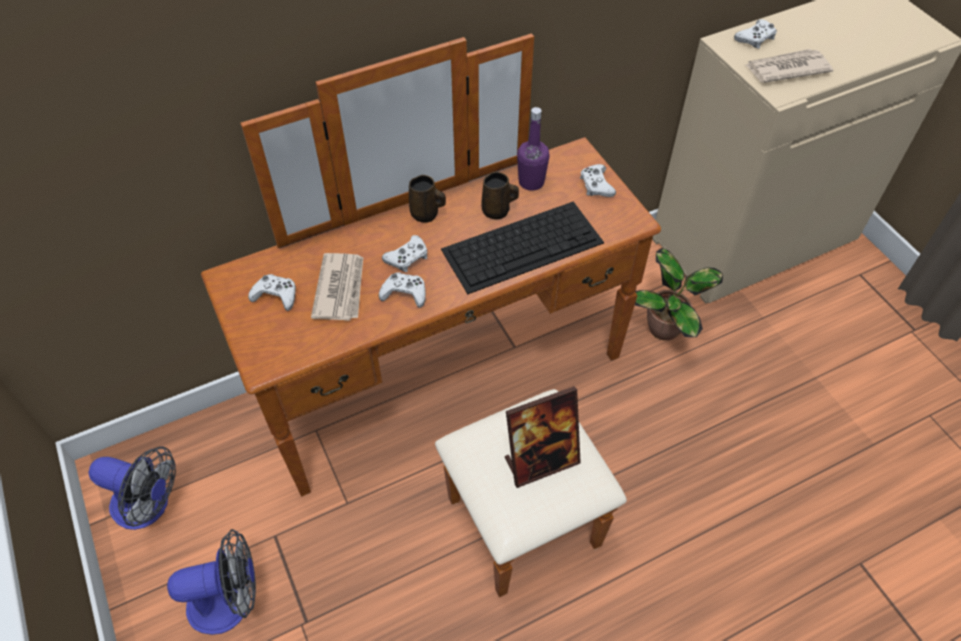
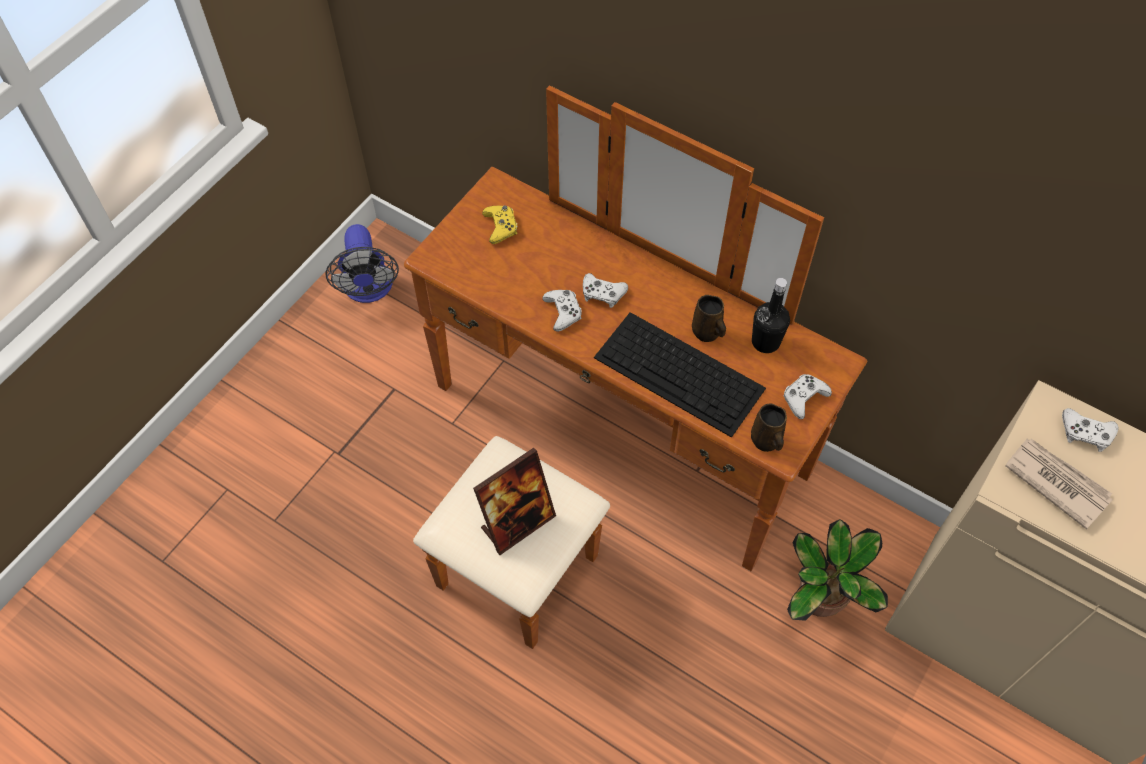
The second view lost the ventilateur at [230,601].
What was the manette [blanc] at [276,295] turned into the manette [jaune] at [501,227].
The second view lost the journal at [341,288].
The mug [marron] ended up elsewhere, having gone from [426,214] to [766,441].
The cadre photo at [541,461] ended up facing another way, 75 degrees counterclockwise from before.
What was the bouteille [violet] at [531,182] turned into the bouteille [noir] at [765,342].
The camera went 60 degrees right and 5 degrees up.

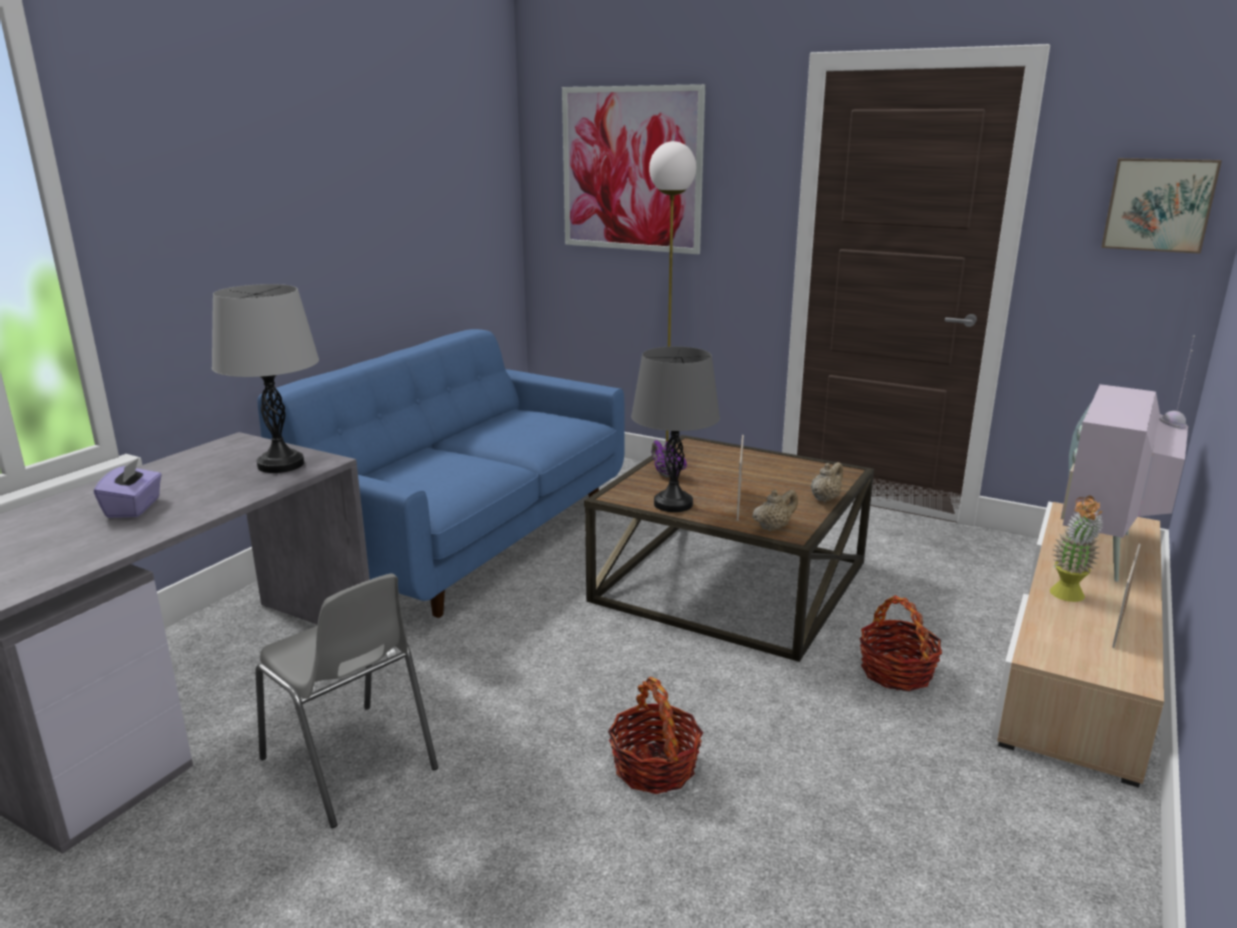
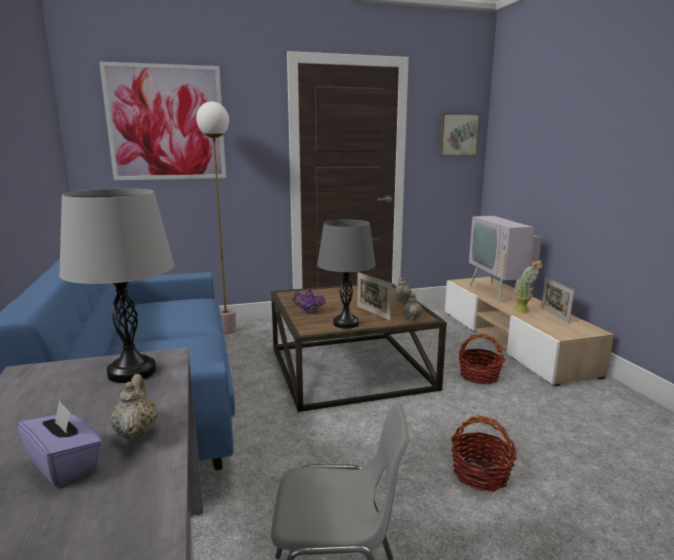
The second view gained the théière [beige] at [136,432].
The camera went 45 degrees left and 5 degrees down.

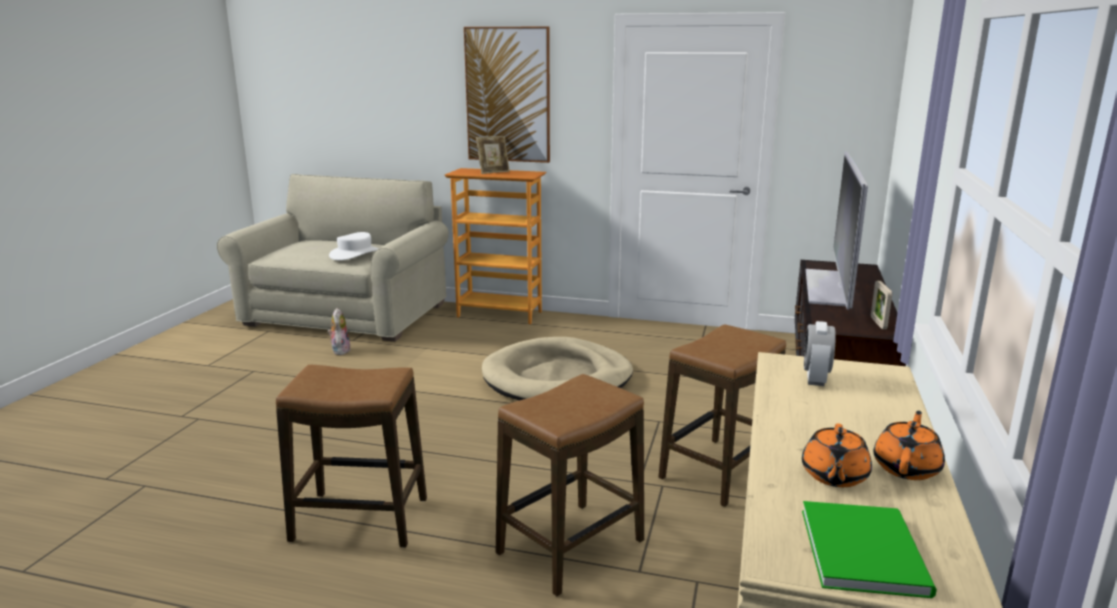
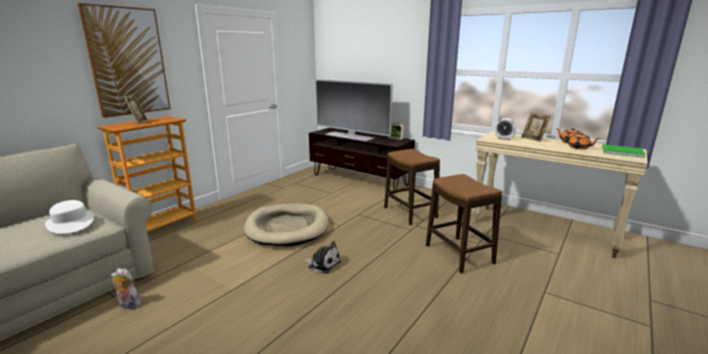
The second view lost the tabouret at [359,520].
The second view gained the peluche at [323,264].
The second view gained the cadre photo at [533,139].
The camera went 70 degrees left and 0 degrees up.

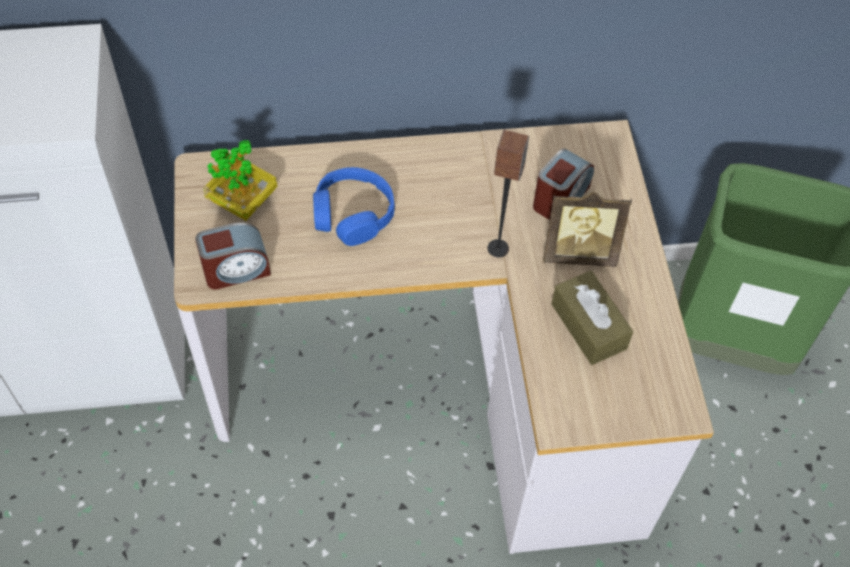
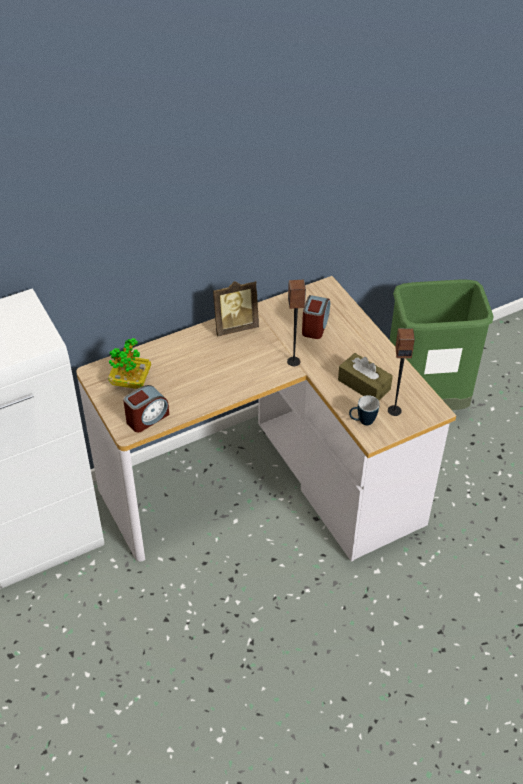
The second view lost the casque audio [bleu] at [352,214].
The cadre photo ended up elsewhere, having gone from [578,252] to [235,326].
The second view gained the mug at [362,421].
The second view gained the enceinte at [394,410].
The camera went 20 degrees left and 10 degrees down.

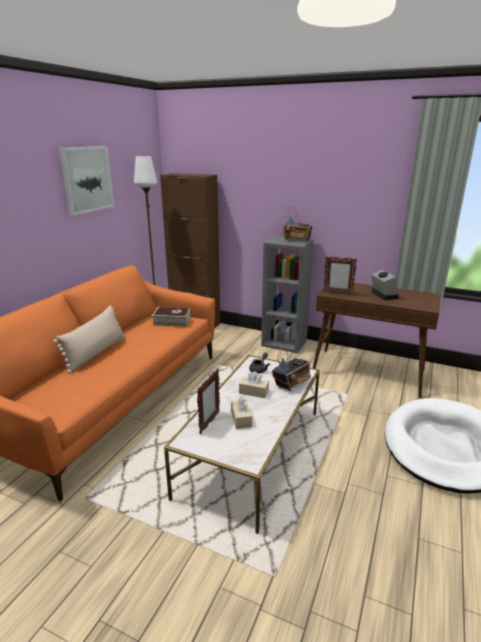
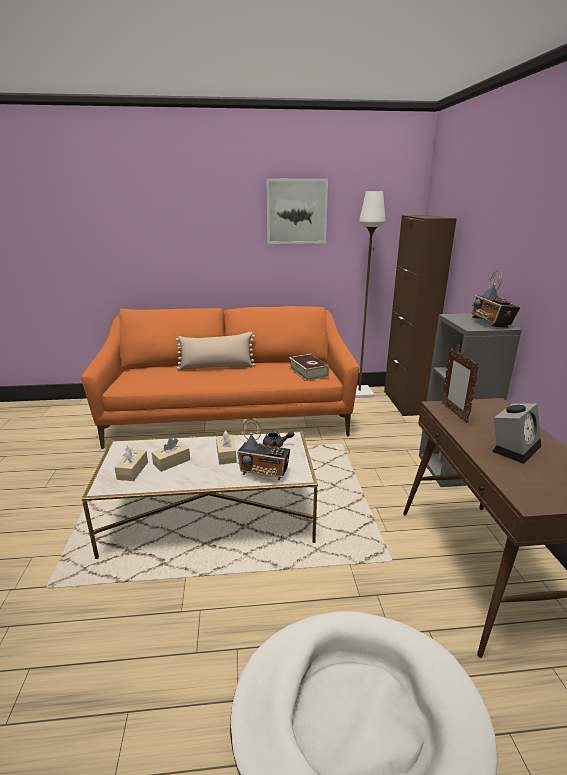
The second view lost the cadre photo at [209,423].
The second view gained the boîte à mouchoirs [beige] at [132,470].
The camera went 60 degrees right and 0 degrees up.

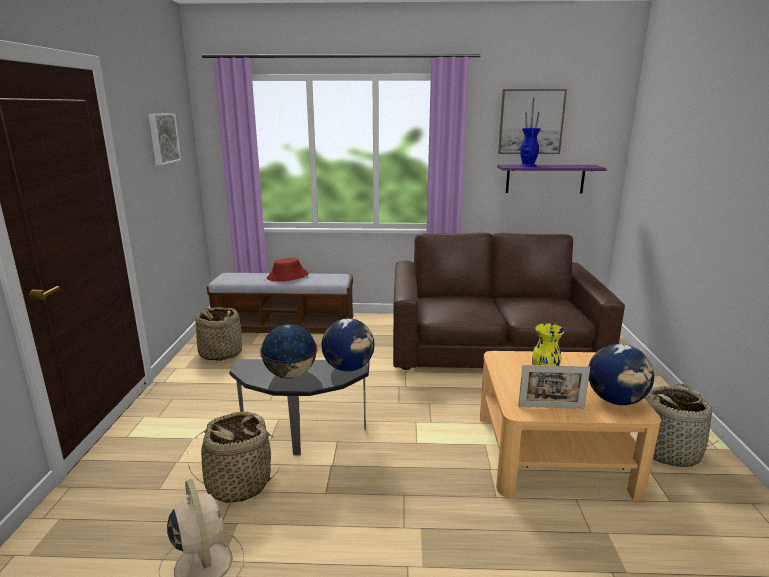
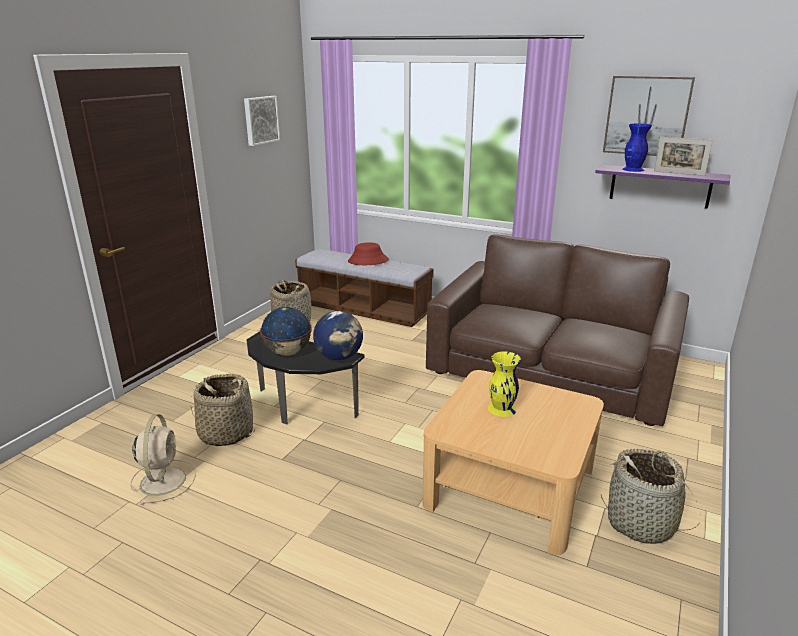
The cadre photo ended up elsewhere, having gone from [551,407] to [679,173].
The second view lost the globe at [616,400].
The camera went 25 degrees right and 5 degrees up.

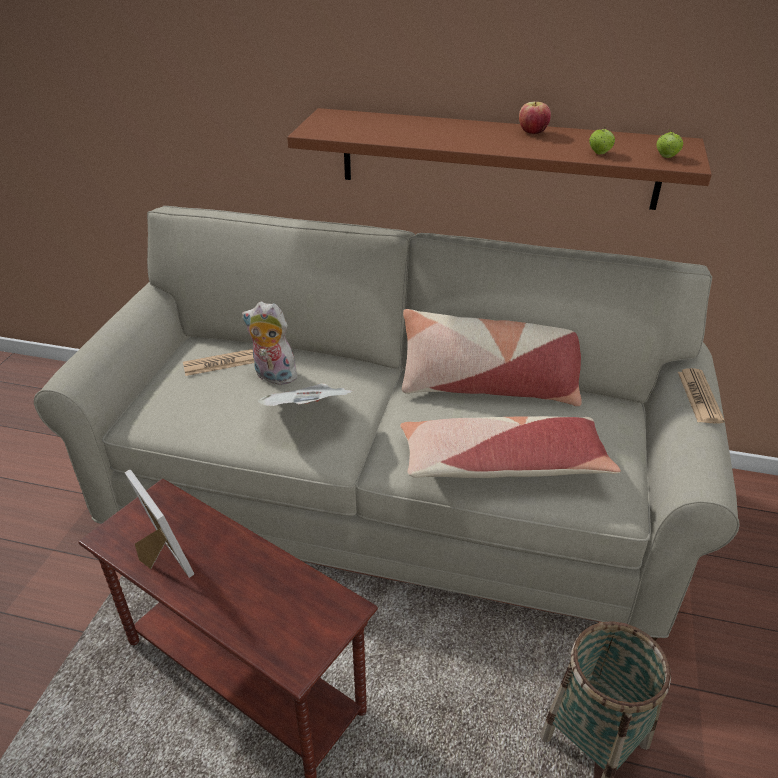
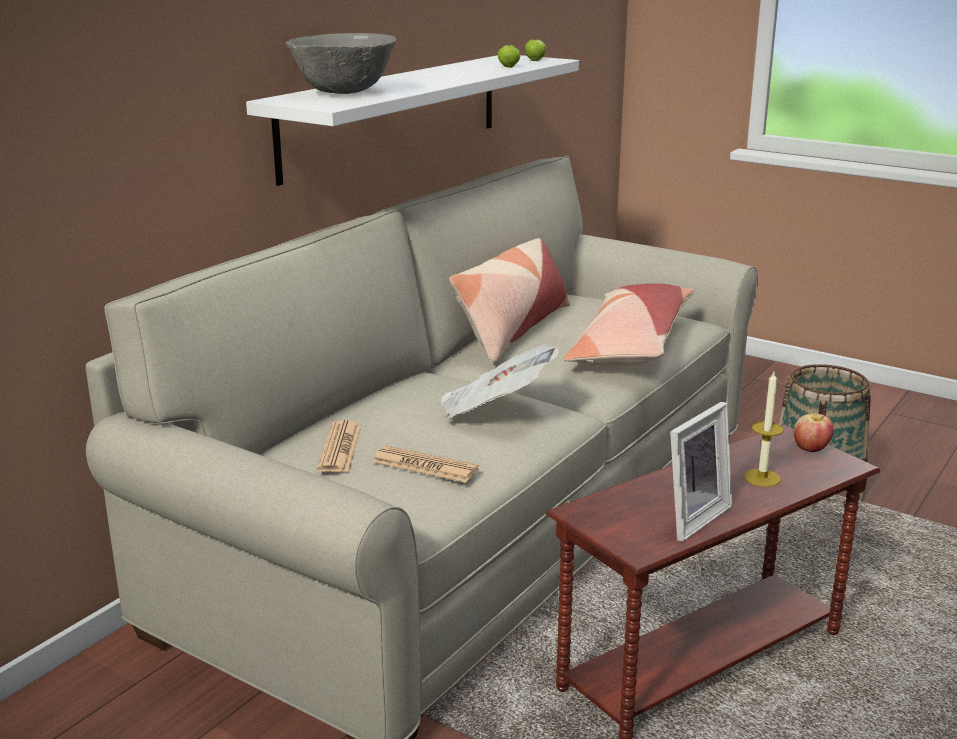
The cadre photo at [161,559] ended up facing another way, 150 degrees clockwise from before.
The second view lost the peluche at [273,376].
What was the étagère [marron] at [497,158] turned into the étagère [blanc] at [394,114].
The pomme ended up elsewhere, having gone from [532,132] to [811,449].
The journal ended up elsewhere, having gone from [699,397] to [425,466].
The second view gained the bol [gris] at [344,93].
The second view gained the bougie at [762,478].
The camera went 70 degrees left and 15 degrees down.

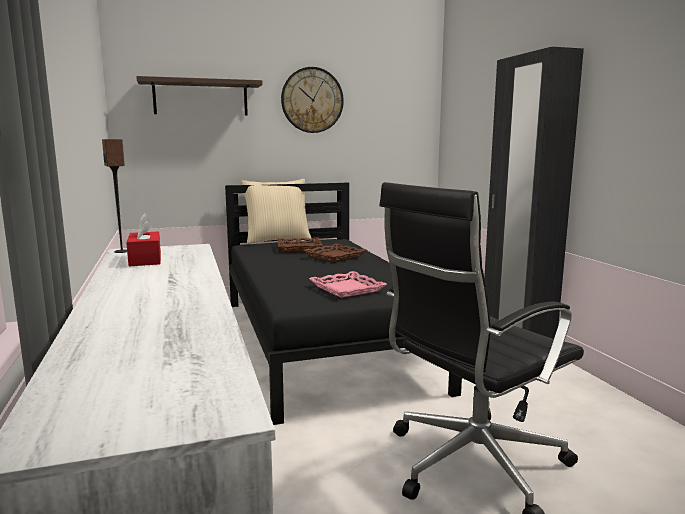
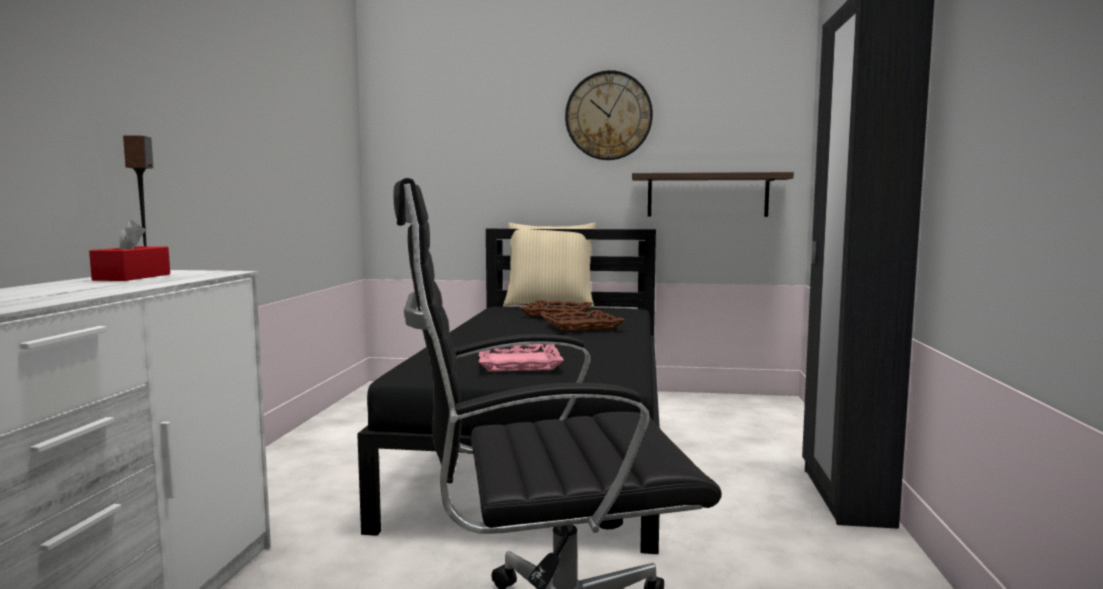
The étagère ended up elsewhere, having gone from [201,98] to [707,195].
The camera went 25 degrees right and 5 degrees down.

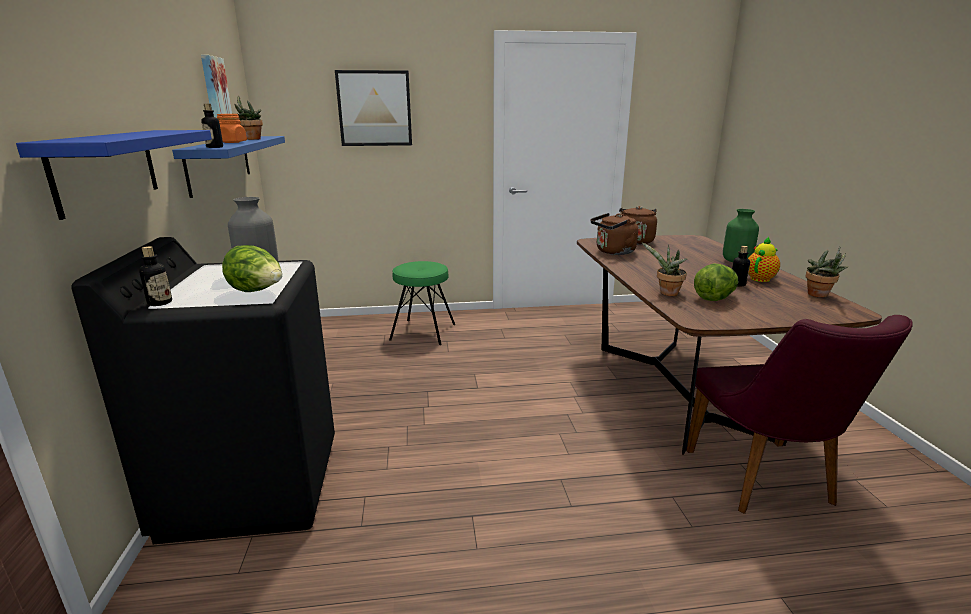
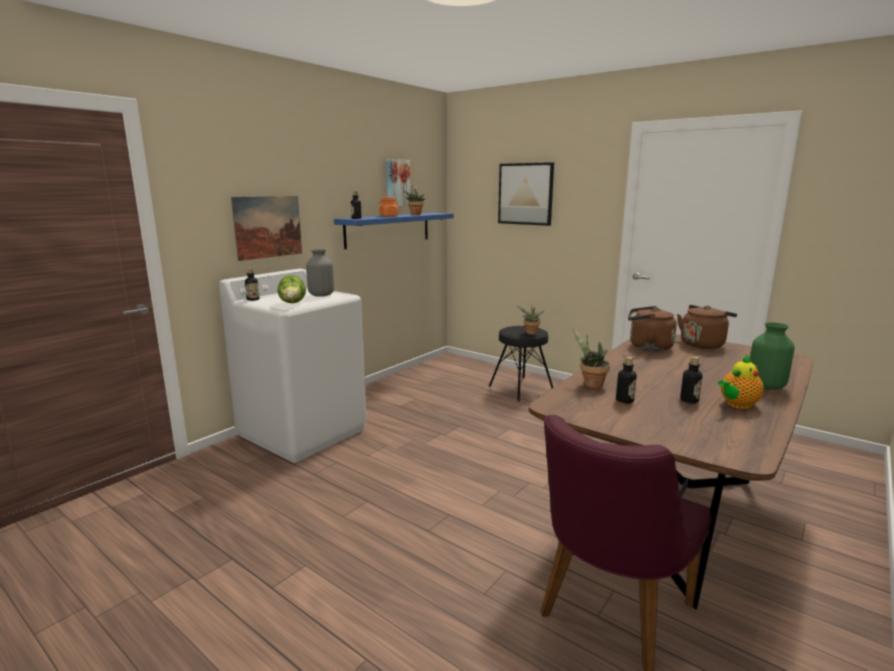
Where the étagère [bleu] hung at [107,169], the tableau came to hang at [268,227].
What was the lave-linge [noir] at [253,485] turned into the lave-linge [blanc] at [303,432].
What was the tabouret [vert] at [423,332] turned into the tabouret [noir] at [521,389].
Where the laitue stood at [714,298], the bouteille came to stand at [624,400].
The théière at [761,278] ended up facing another way, 150 degrees clockwise from before.
The plante en pot ended up elsewhere, having gone from [819,295] to [530,333].
The camera went 45 degrees right and 5 degrees down.

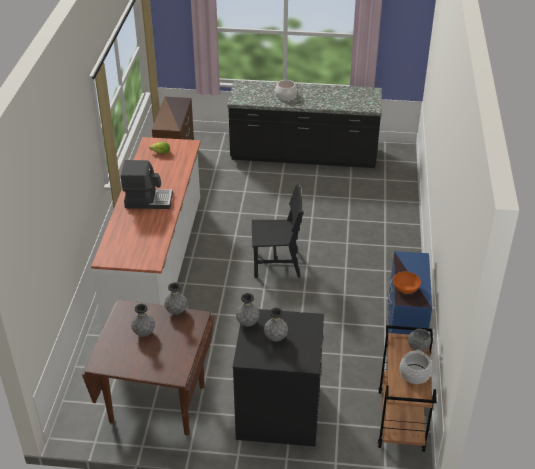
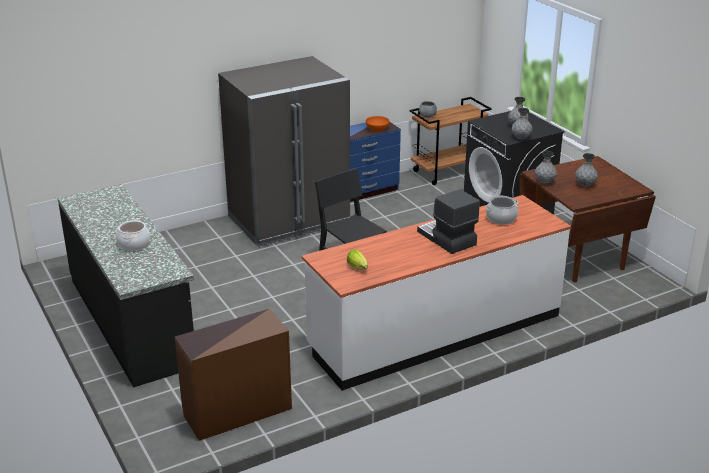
The marmite ended up elsewhere, having gone from [414,374] to [501,219].
The second view gained the réfrigérateur [gris] at [289,220].
The camera went 125 degrees left and 10 degrees down.

